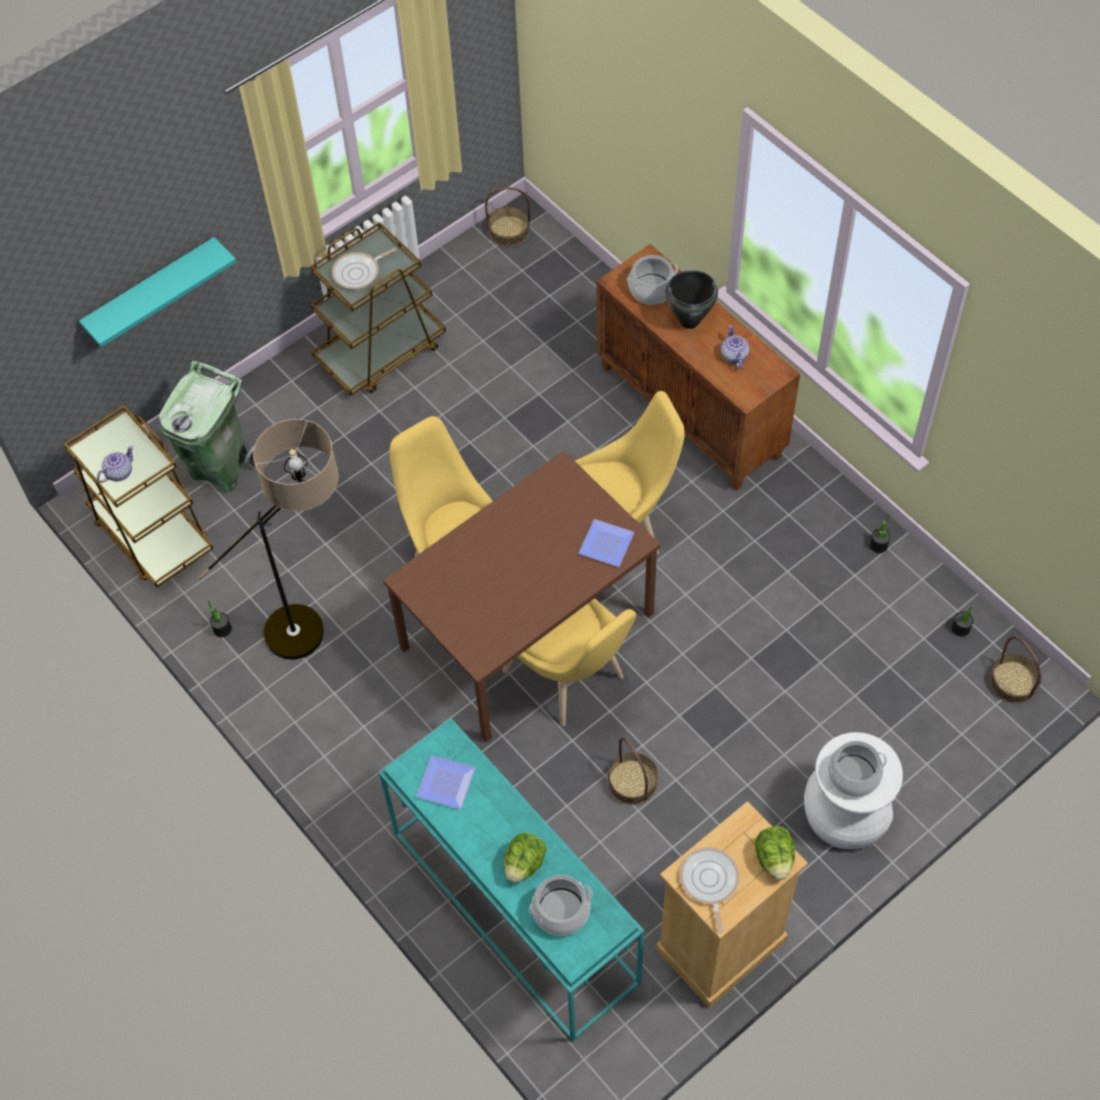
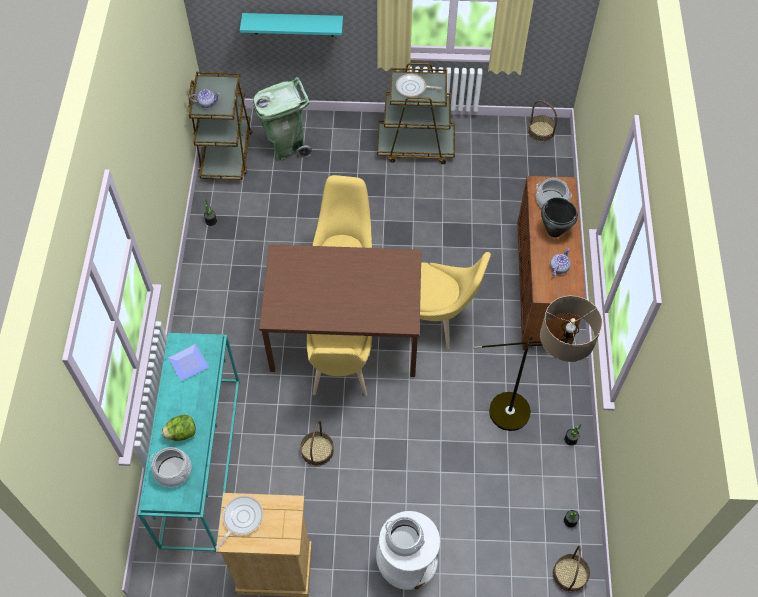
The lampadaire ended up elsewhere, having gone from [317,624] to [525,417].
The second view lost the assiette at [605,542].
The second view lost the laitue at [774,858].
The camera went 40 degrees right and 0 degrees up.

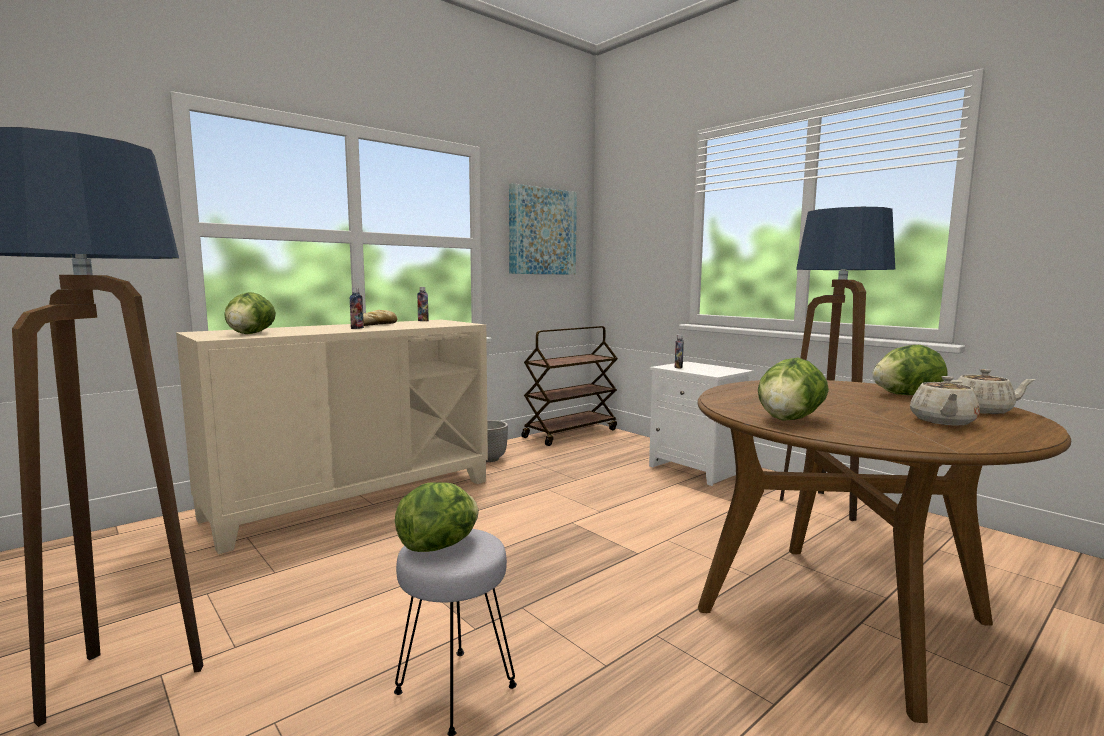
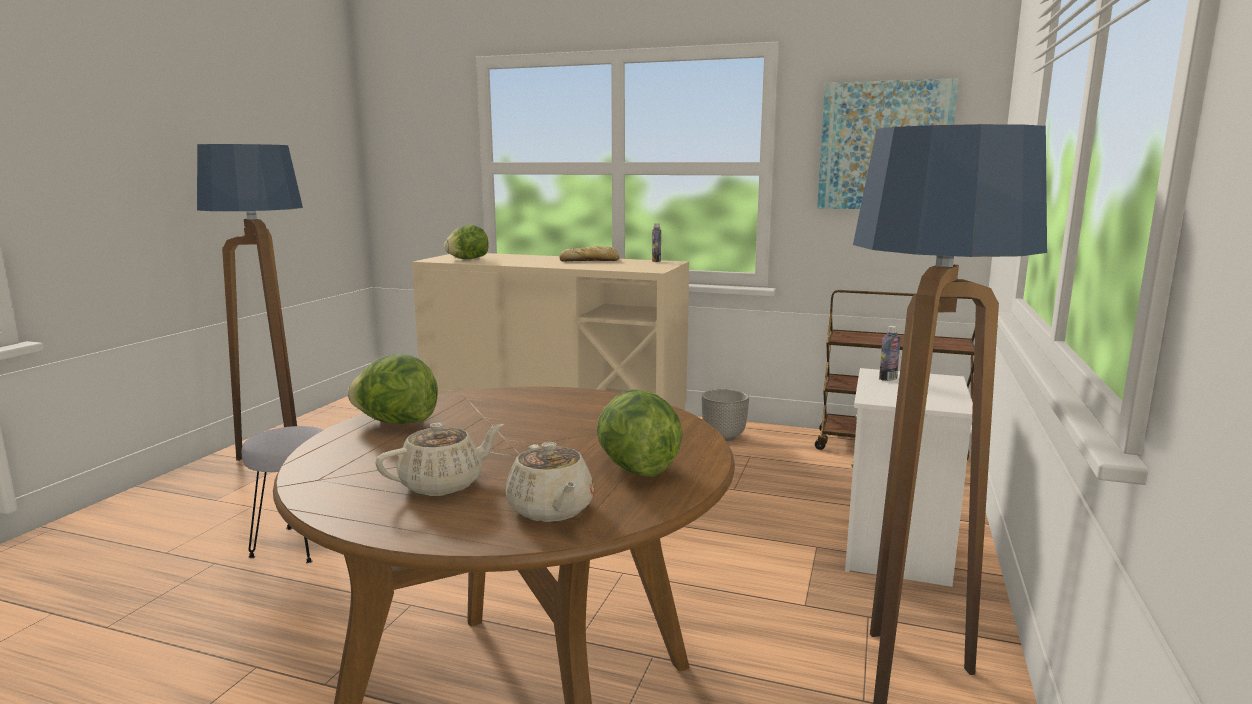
The second view lost the bouteille at [357,328].
The second view lost the laitue at [440,546].
The théière [beige] at [942,421] ended up facing another way, 150 degrees clockwise from before.
The camera went 60 degrees right and 5 degrees up.

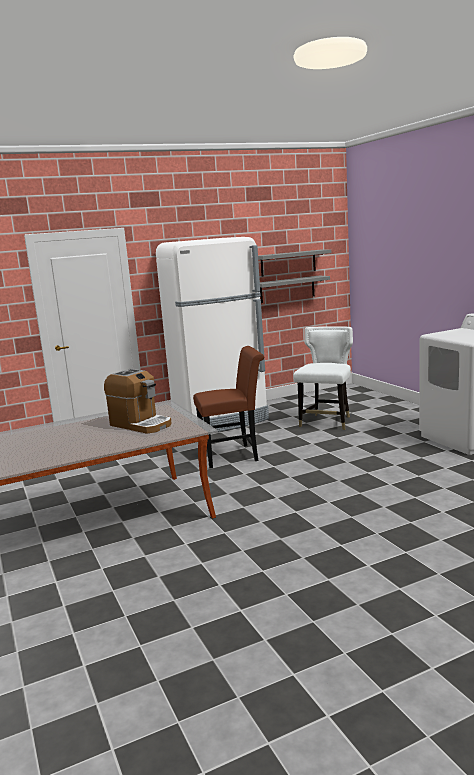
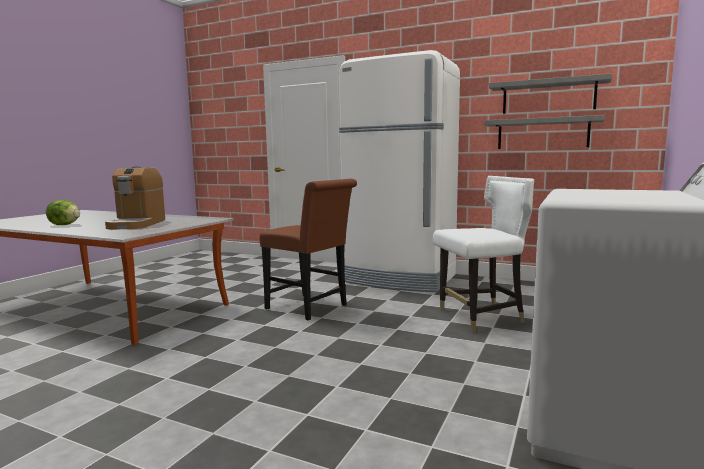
The second view gained the laitue at [65,225].
The camera went 50 degrees right and 5 degrees down.

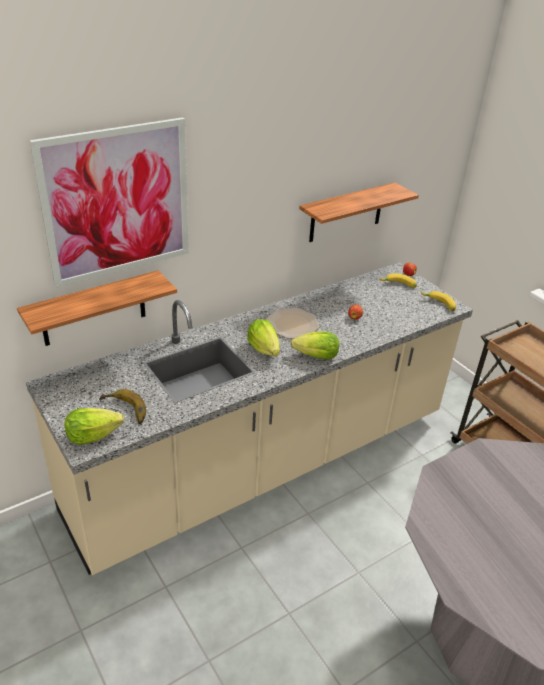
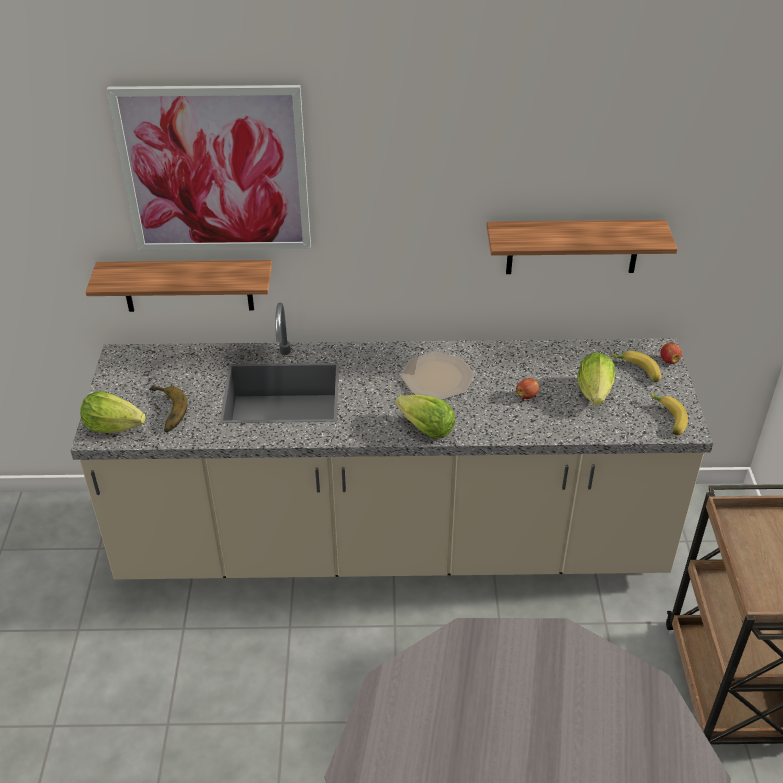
The laitue ended up elsewhere, having gone from [264,349] to [595,392].
The camera went 35 degrees right and 5 degrees up.

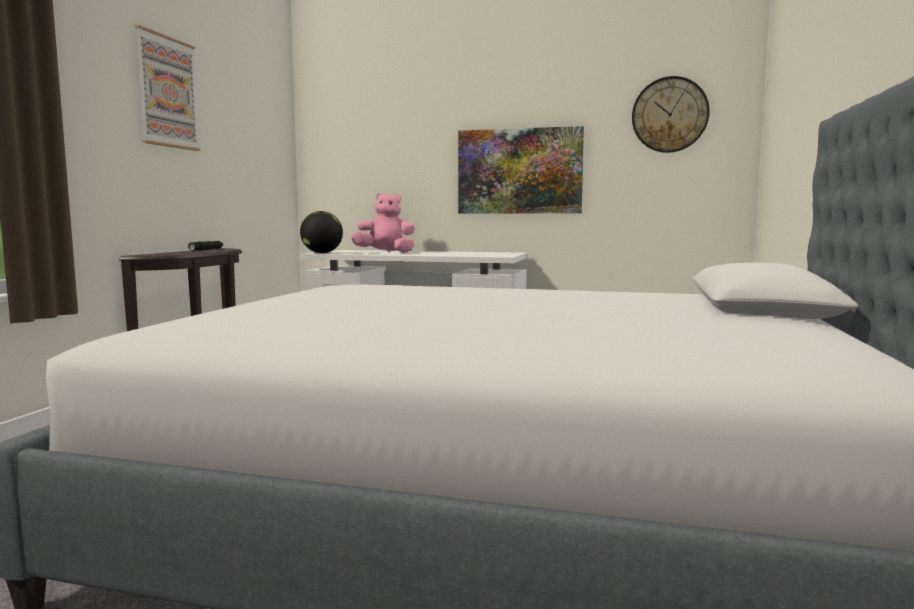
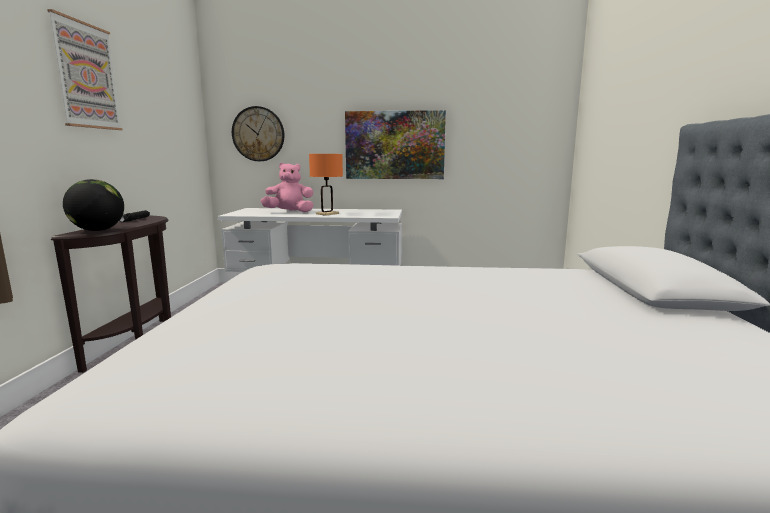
The globe ended up elsewhere, having gone from [322,253] to [98,230].
The horloge murale ended up elsewhere, having gone from [669,115] to [258,134].
The second view gained the lampe de table [orange] at [327,214].
The camera went 10 degrees left and 5 degrees up.

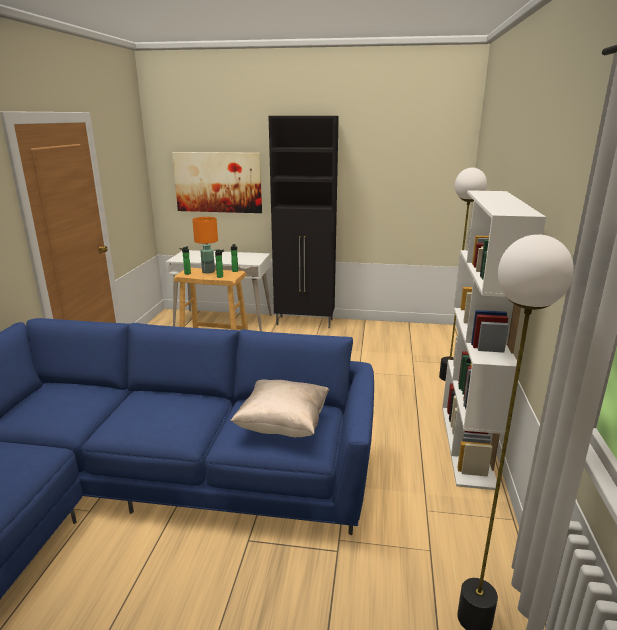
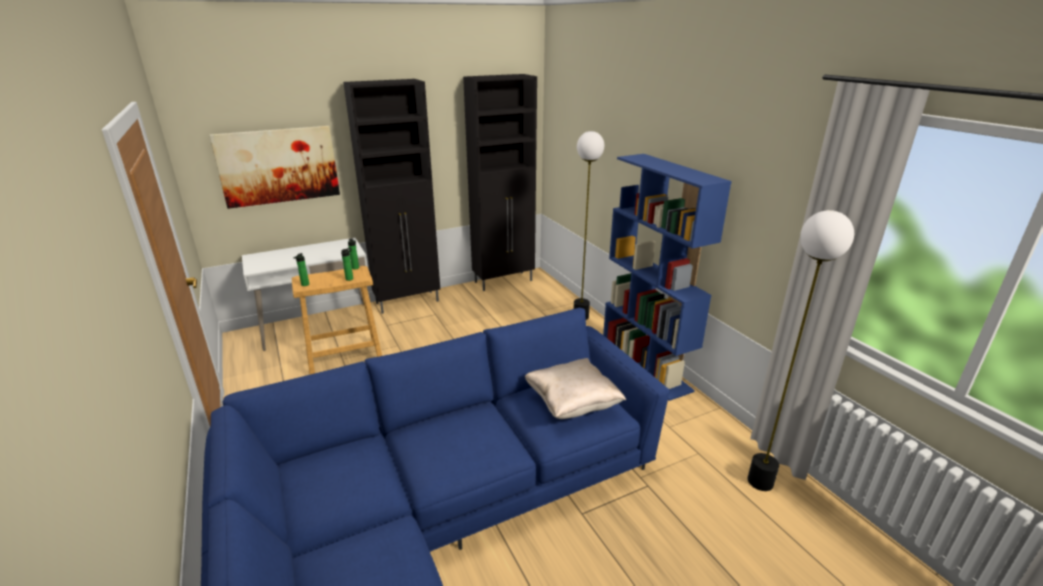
The second view lost the lampe de table [orange] at [208,272].
What was the bibliothèque [blanc] at [468,444] turned into the bibliothèque [bleu] at [646,366].
The second view gained the meuble de rangement [noir] at [504,281].
The camera went 35 degrees left and 5 degrees up.

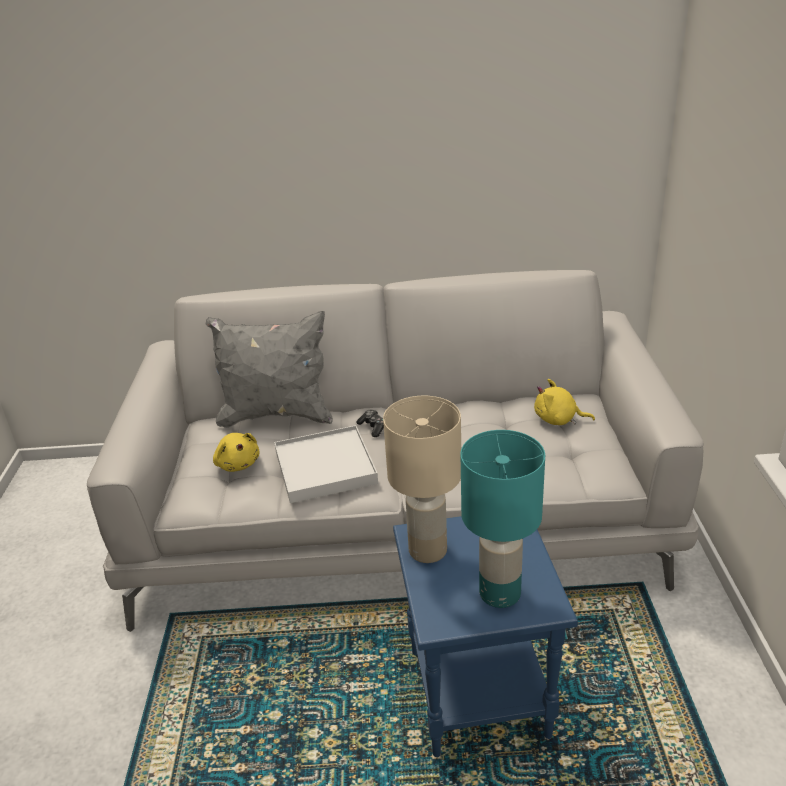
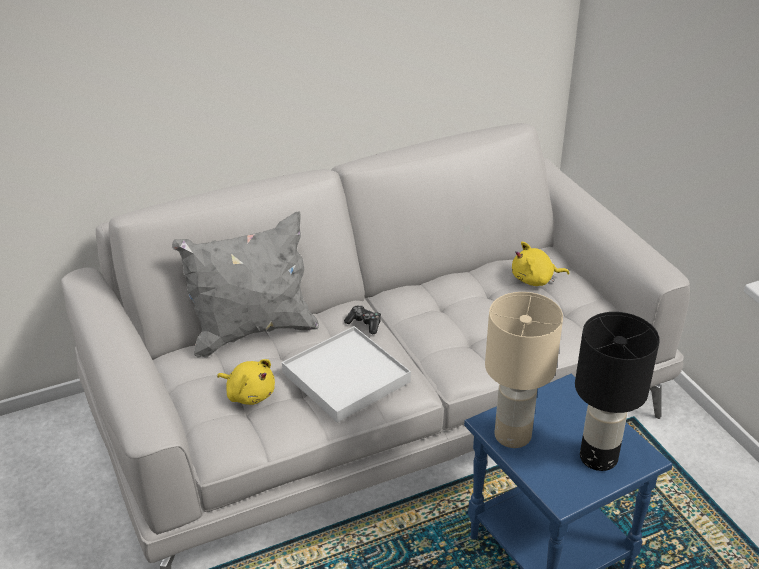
What was the lampe de table [turquoise] at [501,594] turned into the lampe de table [noir] at [599,458].
The camera went 25 degrees left and 5 degrees up.

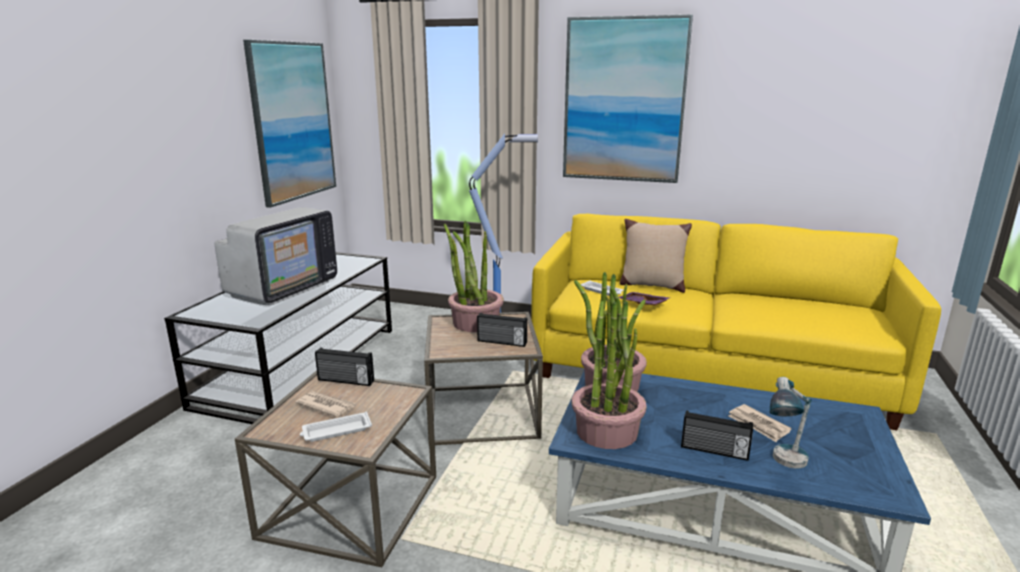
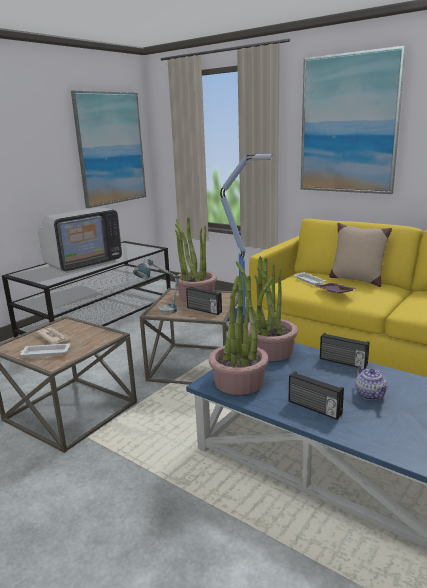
The radio ended up elsewhere, having gone from [345,381] to [343,362].
Where the journal stood at [758,425], the théière came to stand at [370,395].
The lampe de table ended up elsewhere, having gone from [784,465] to [160,312].
The camera went 20 degrees right and 0 degrees up.

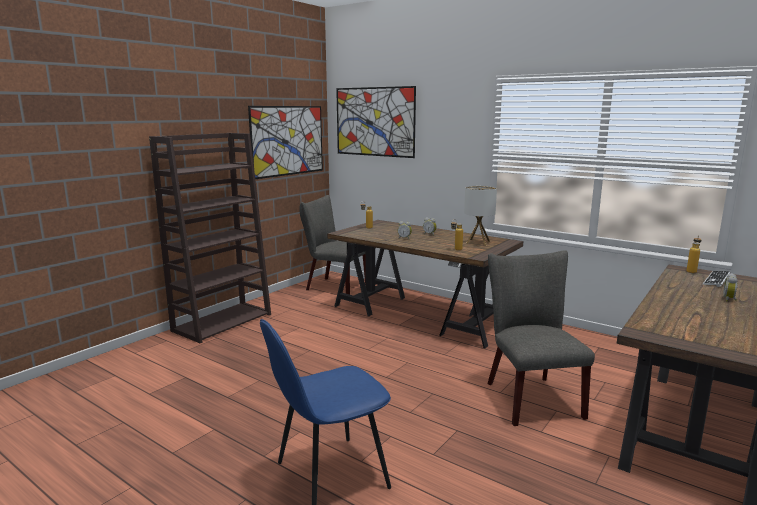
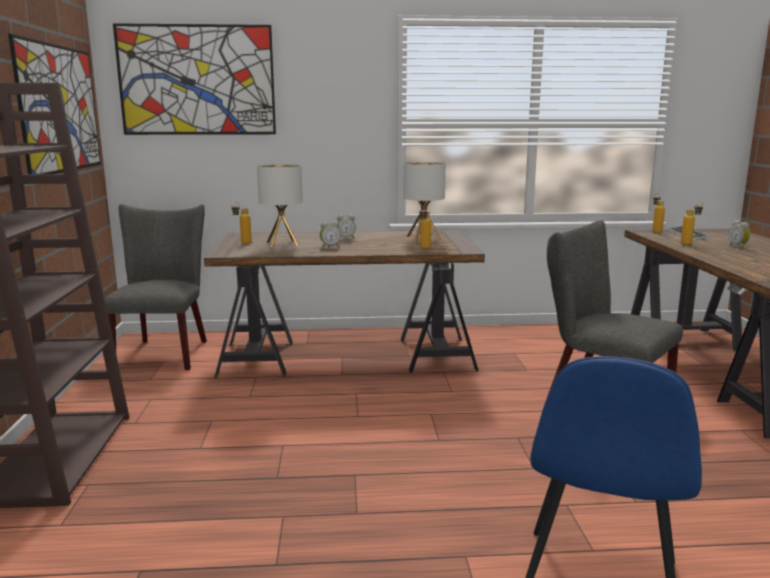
The chaise [gris] at [333,286] ended up facing another way, 105 degrees clockwise from before.
The second view gained the lampe de table at [282,244].
The second view gained the bouteille at [689,243].
The camera went 40 degrees left and 0 degrees up.

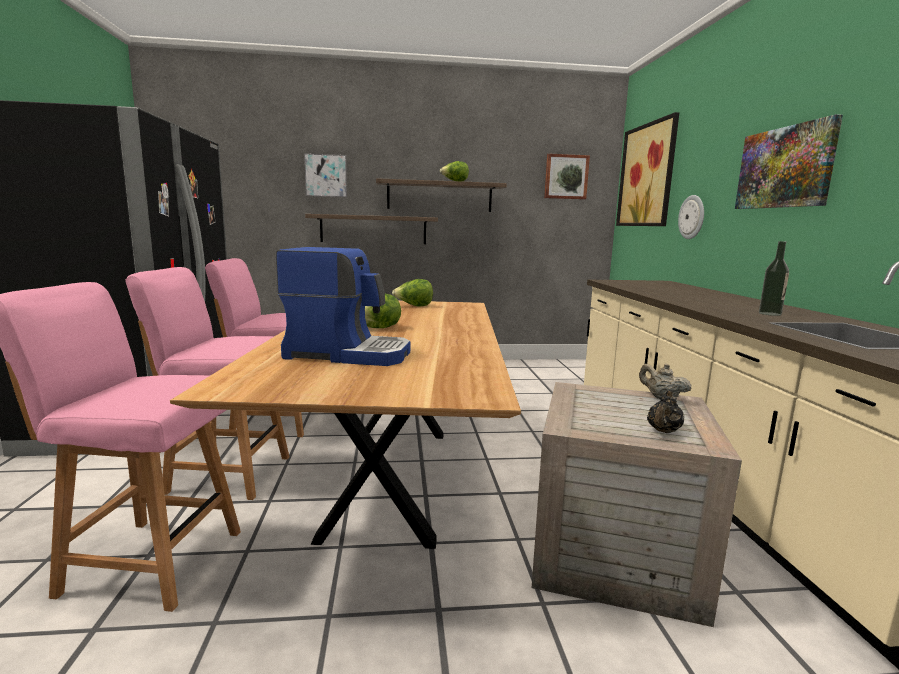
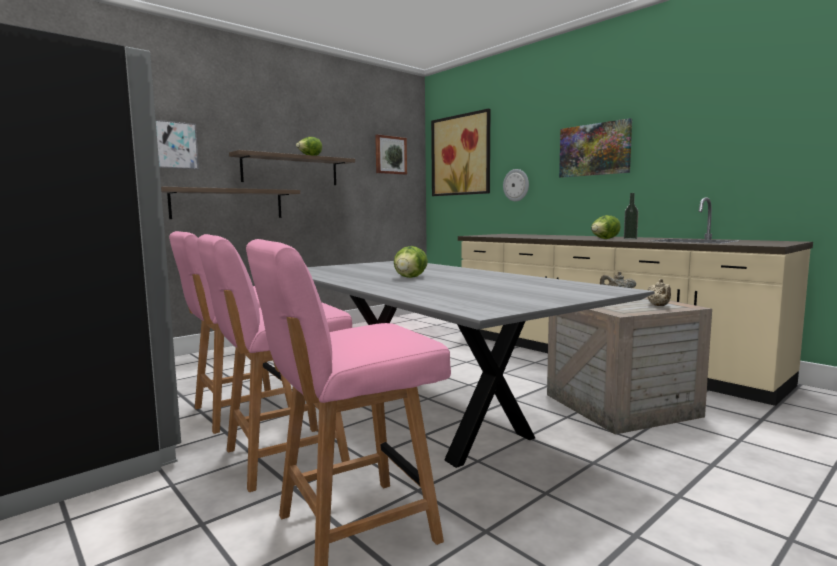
What was the table à manger [marron] at [390,477] turned into the table à manger [gris] at [428,414].
The second view lost the machine à café at [348,353].
The laitue ended up elsewhere, having gone from [414,306] to [604,239].
What was the théière [noir] at [663,431] turned into the théière [beige] at [659,306].
The camera went 35 degrees left and 5 degrees down.

